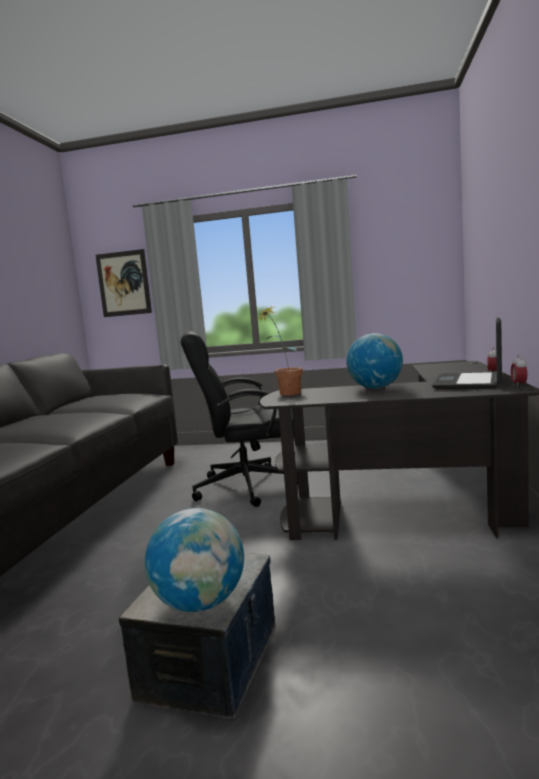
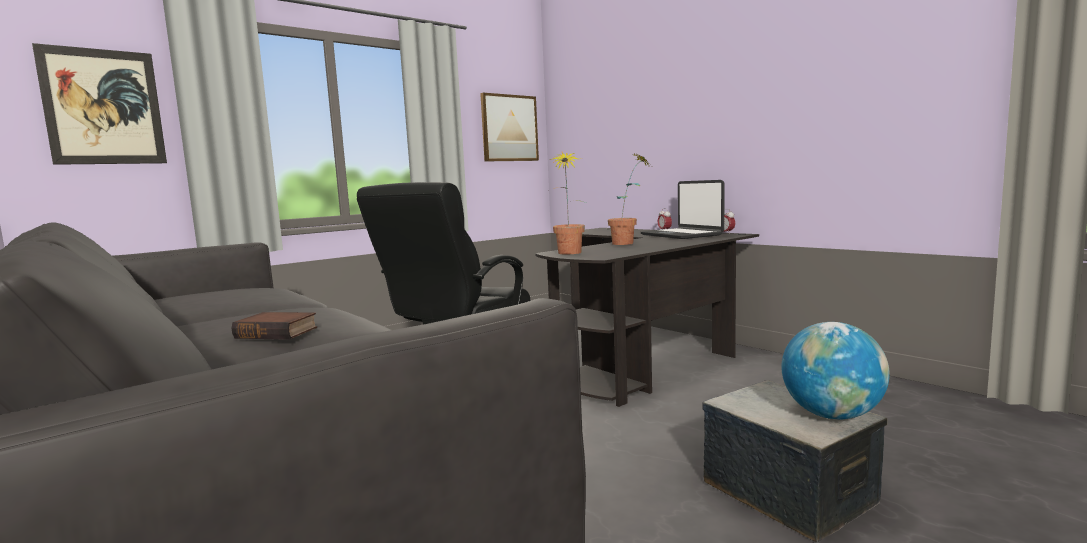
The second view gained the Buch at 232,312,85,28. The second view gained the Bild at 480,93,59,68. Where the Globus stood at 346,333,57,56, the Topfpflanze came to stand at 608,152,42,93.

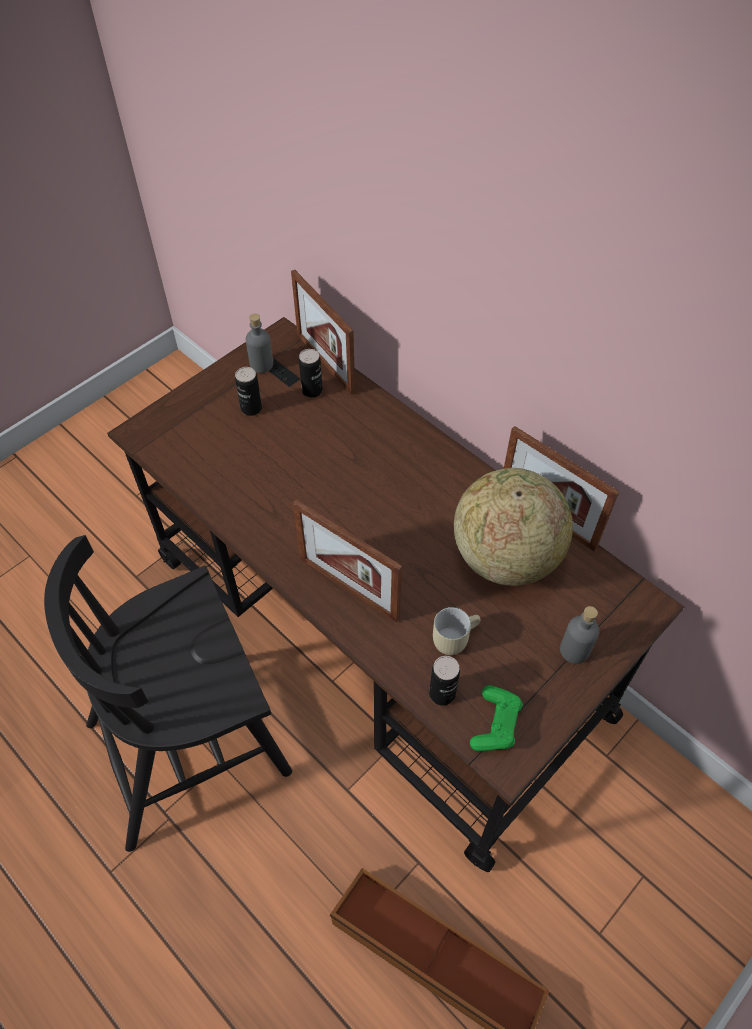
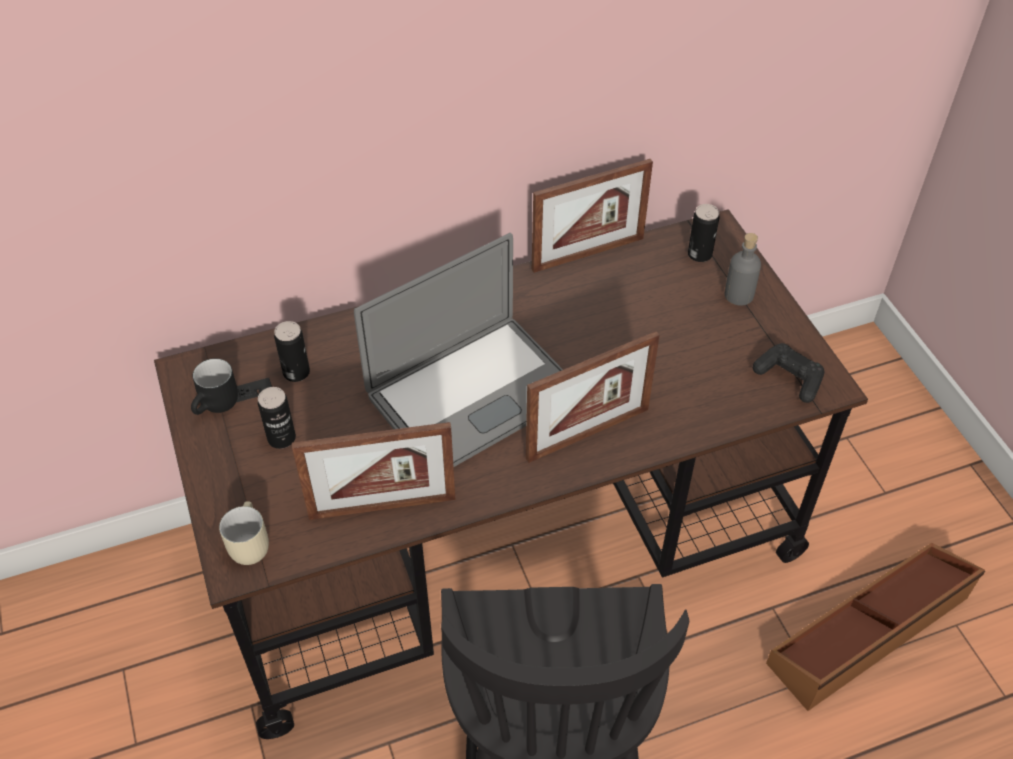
Where the Flasche (grau) stood at 246,314,27,59, the Henkelbecher (schwarz) came to stand at 191,359,47,56. The Henkelbecher (beige) ended up elsewhere, having gone from 433,607,48,48 to 219,501,50,64. The Bilderrahmen ended up elsewhere, having gone from 291,270,64,125 to 292,422,164,98. The second view gained the Laptop at 354,233,209,234. The Dose ended up elsewhere, having gone from 429,656,31,50 to 688,204,32,58. What was the Gamepad (grün) at 470,685,53,66 turned into the Gamepad (schwarz) at 753,343,71,60. The second view lost the Globus at 454,468,119,118.

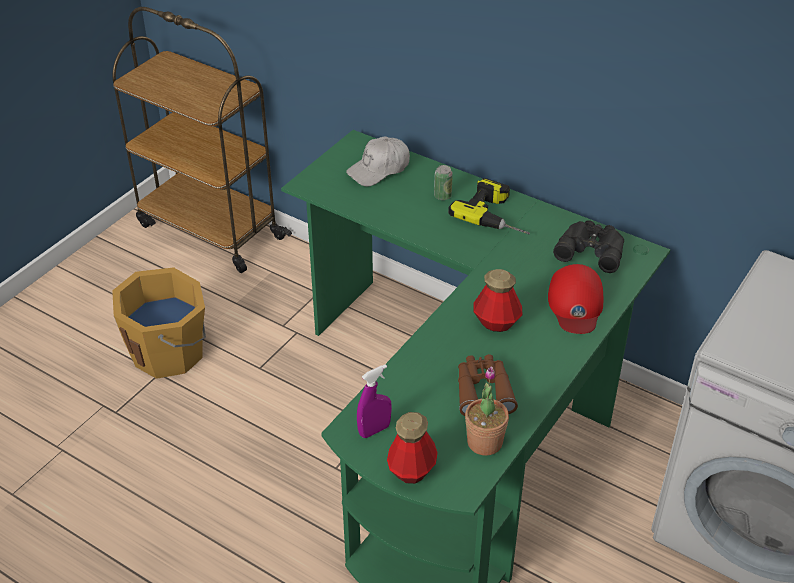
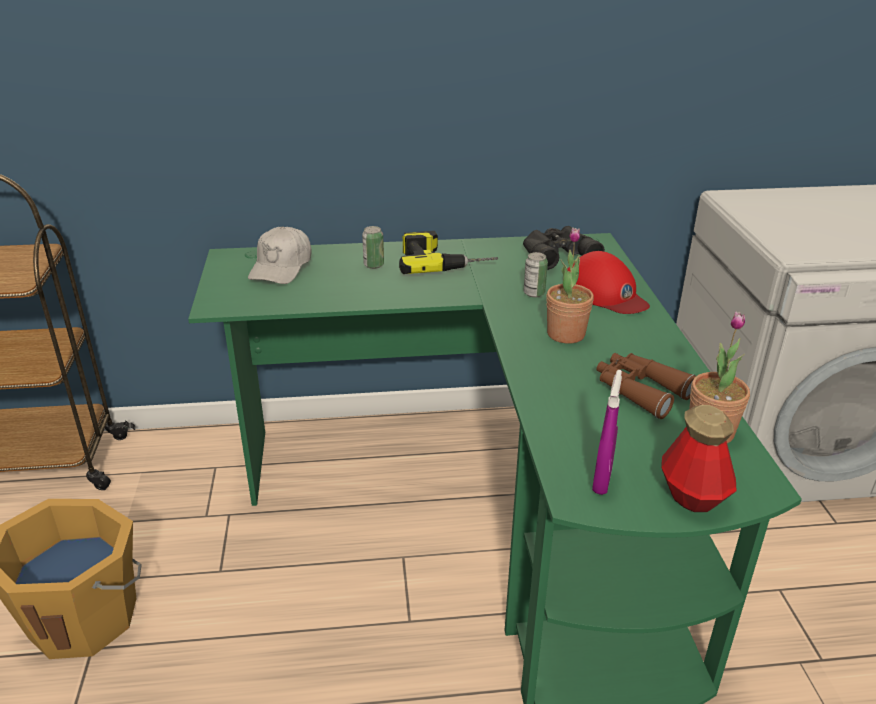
The second view gained the Dose at 523,252,25,46. Where the Flasche stood at 474,269,49,63, the Topfpflanze came to stand at 546,227,48,117.

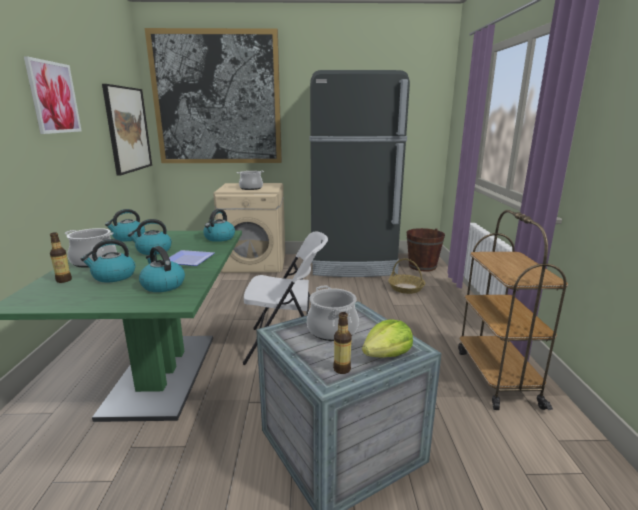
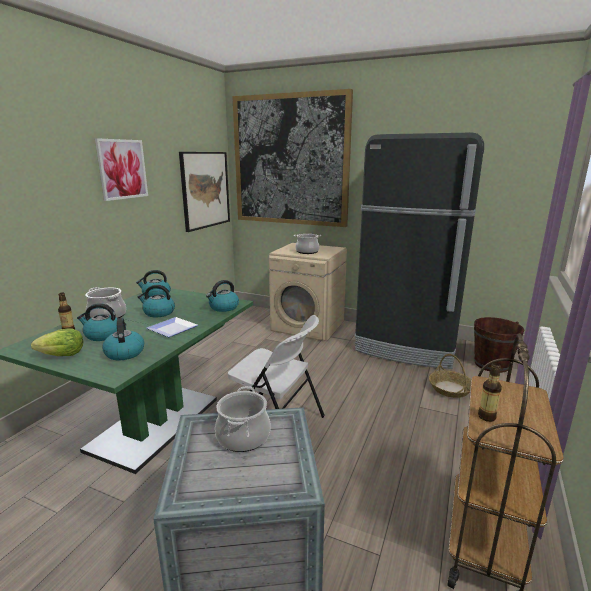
The Salatkopf ended up elsewhere, having gone from 362,319,51,39 to 31,329,52,27. The Flasche ended up elsewhere, having gone from 333,312,19,62 to 478,363,24,59.

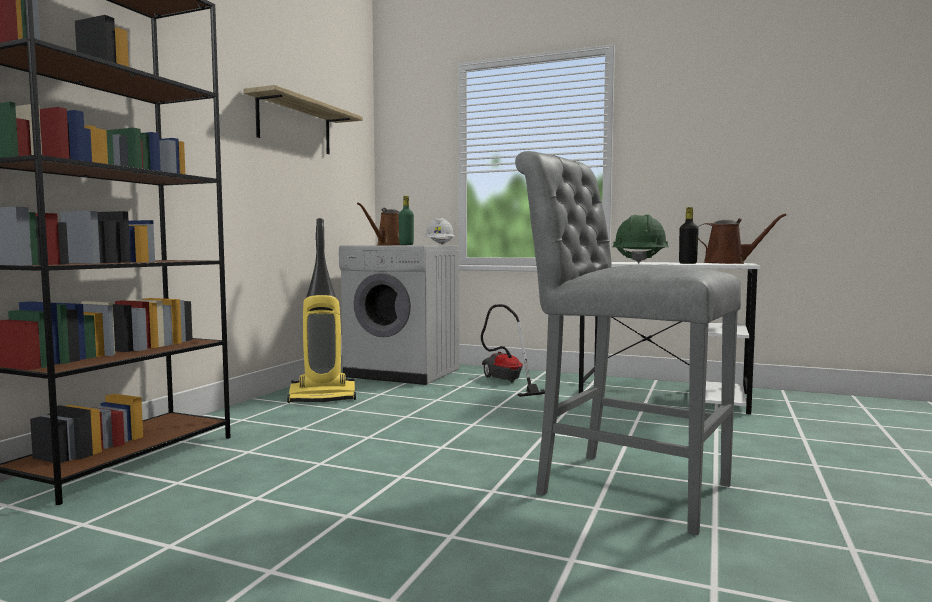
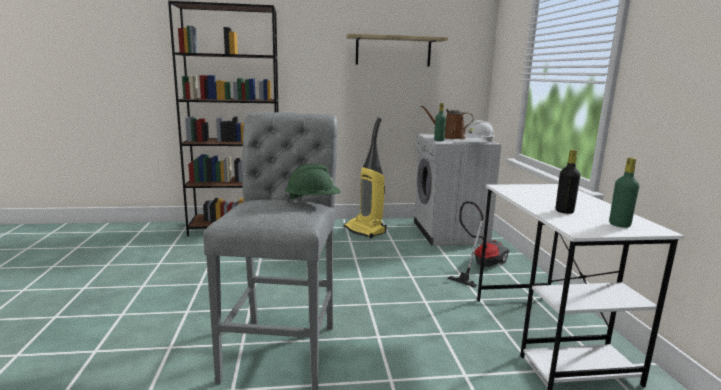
Where the Gießkanne (braun) stood at 698,213,88,51, the Flasche (grün) came to stand at 609,158,30,70.

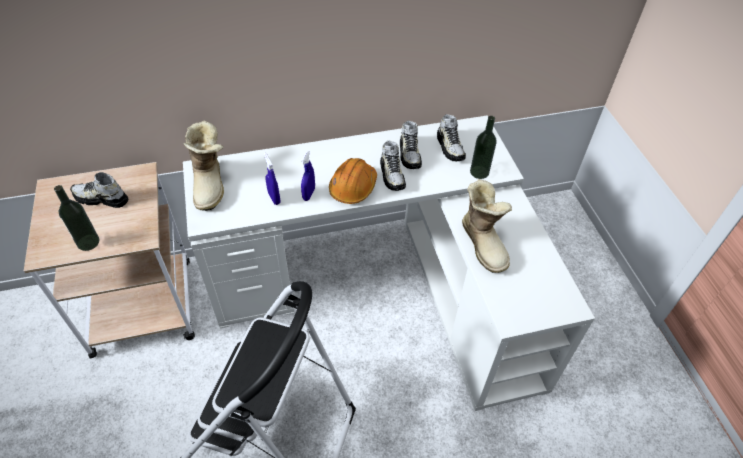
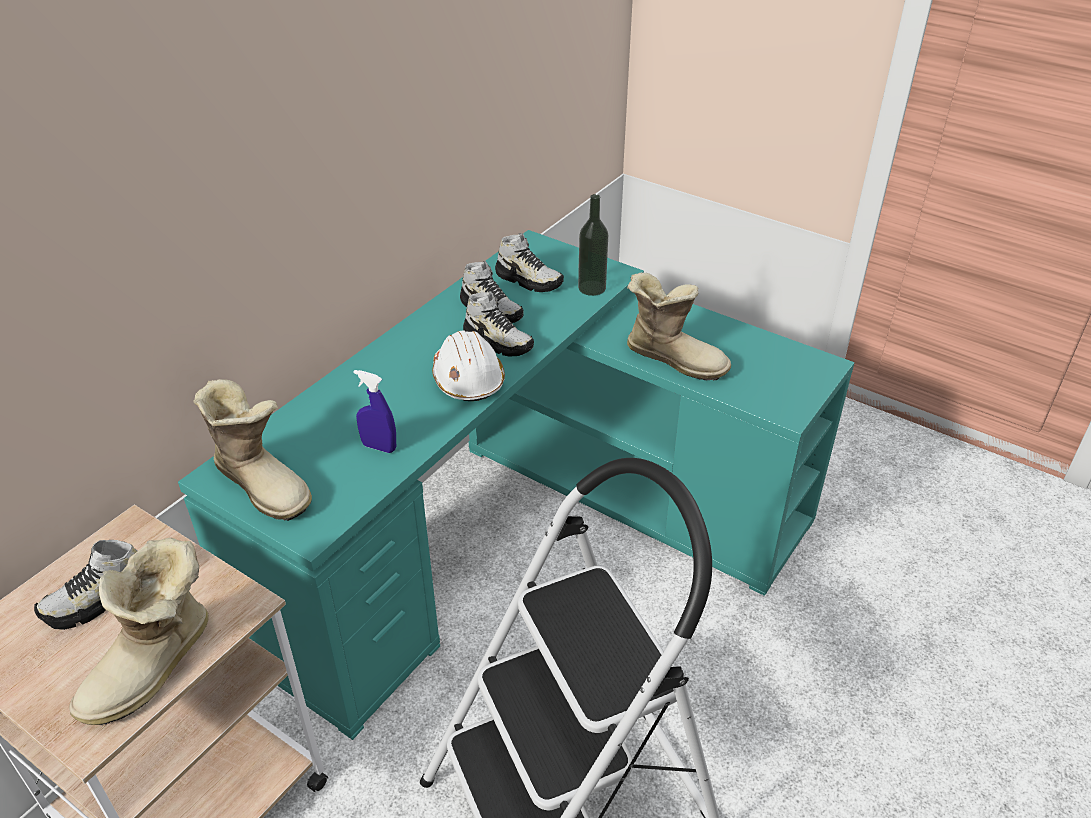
Where the Flasche stood at 54,185,45,66, the Stiefel came to stand at 69,538,140,187. What was the Schreibtisch (weiß) at 183,116,412,295 turned into the Schreibtisch (türkis) at 178,230,676,510. What was the Schutzhelm (orange) at 329,158,48,46 turned into the Schutzhelm (weiß) at 432,330,73,71. The second view lost the Sprühflasche (blau) at 301,151,14,50.

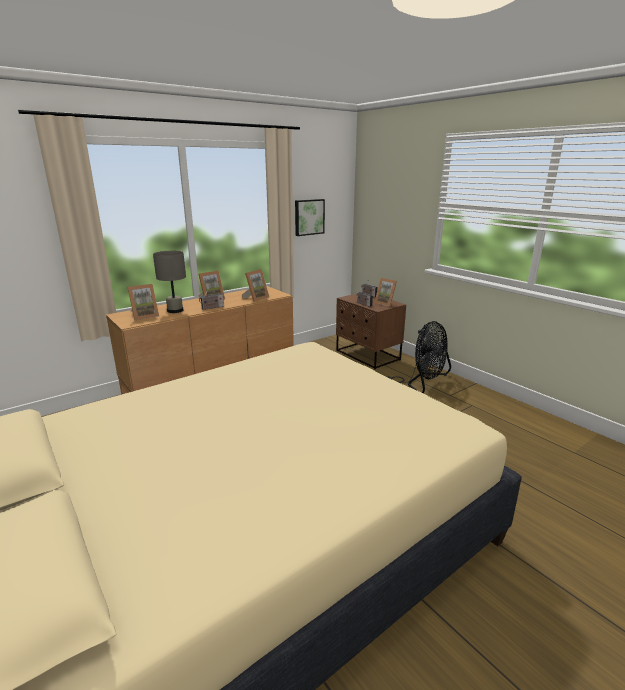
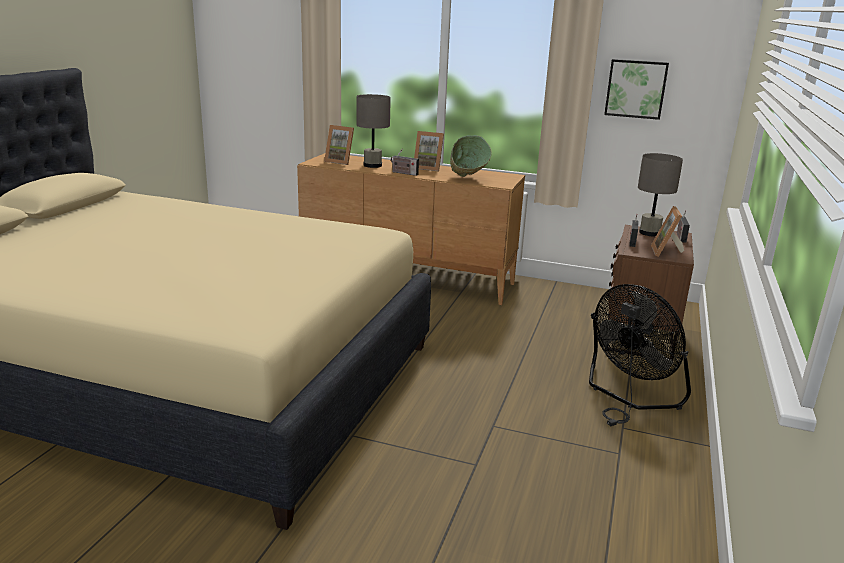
Where the Bilderrahmen stood at 242,269,27,33, the Schüssel (grün) came to stand at 450,135,41,42. The Ventilator (schwarz) at 386,321,65,72 ended up facing another way, 135 degrees counterclockwise from before. The second view gained the Tischlampe (grau) at 638,153,45,83.

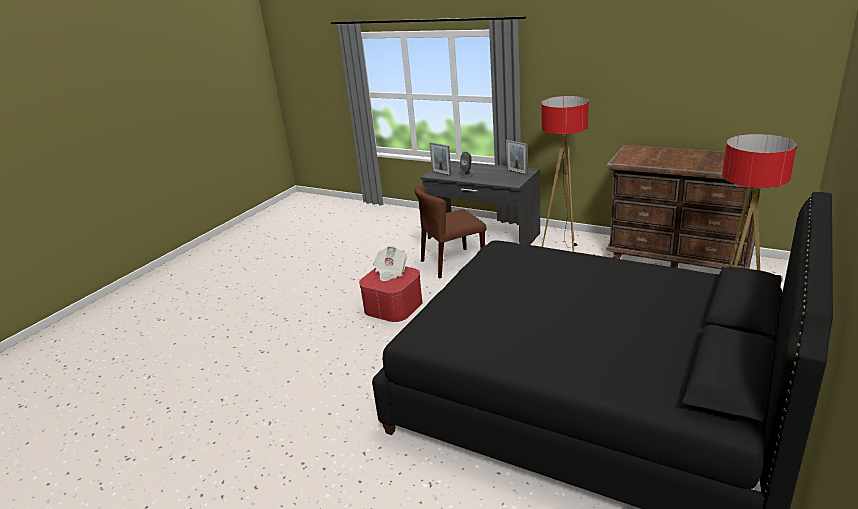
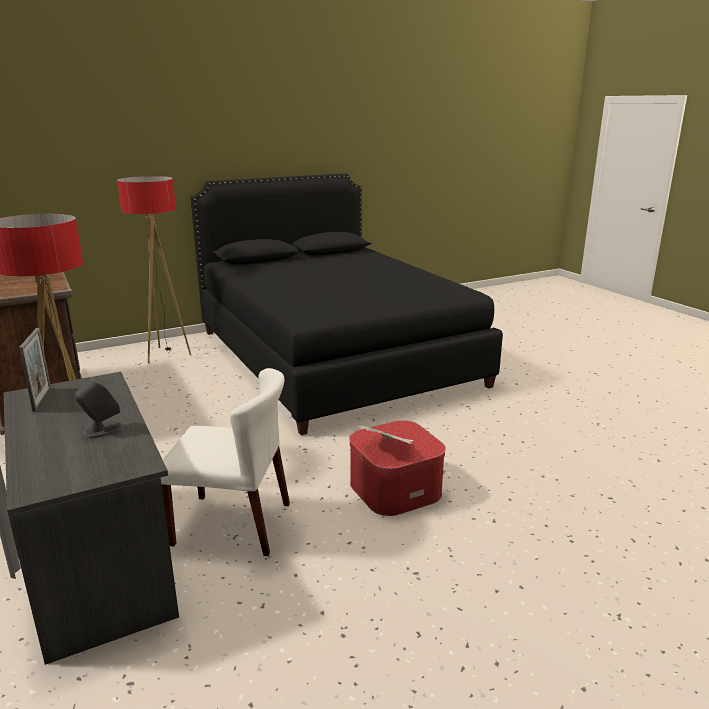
What was the Stuhl (braun) at 415,185,71,94 turned into the Stuhl (weiß) at 160,368,130,188. The second view lost the Bilderrahmen at 429,142,22,34.

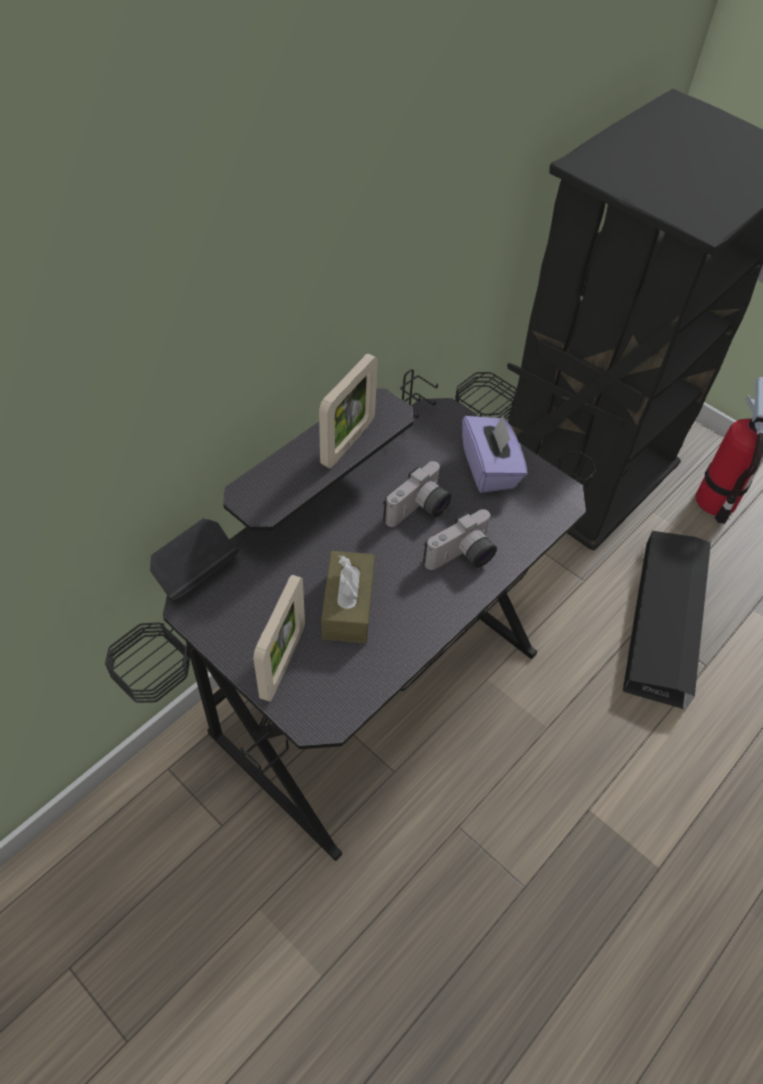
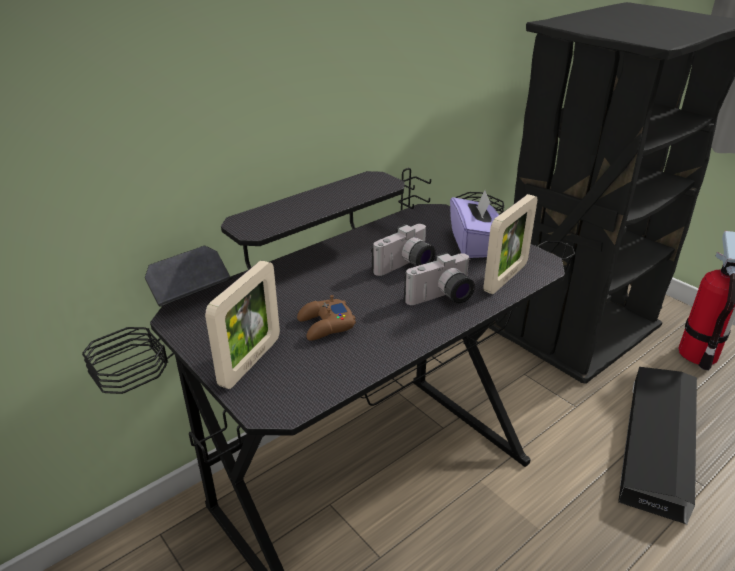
Where the Taschentuchbox (braun) stood at 321,551,54,92, the Gamepad (braun) came to stand at 297,295,59,46. The Bilderrahmen ended up elsewhere, having gone from 319,353,59,115 to 483,194,54,100.

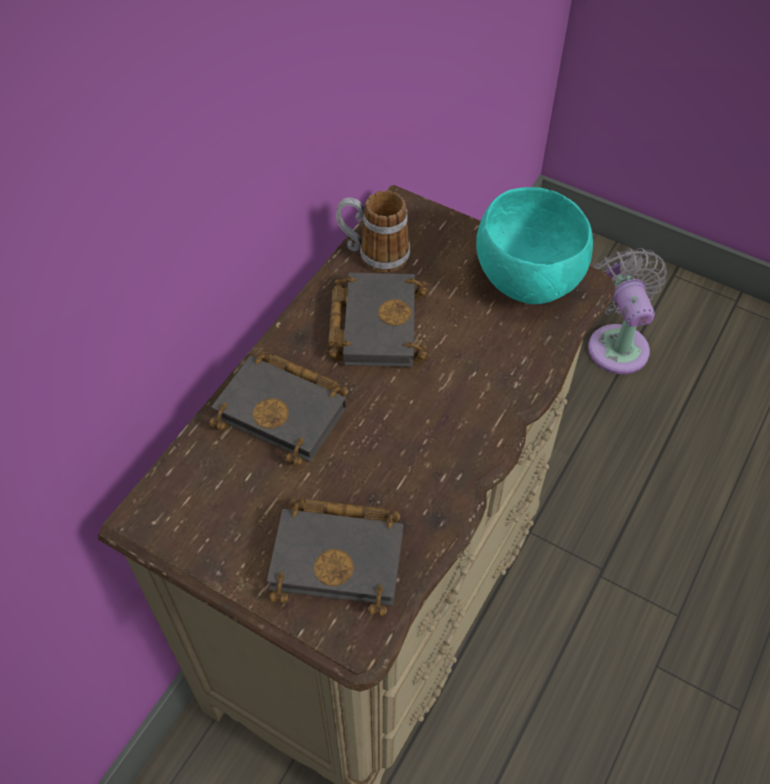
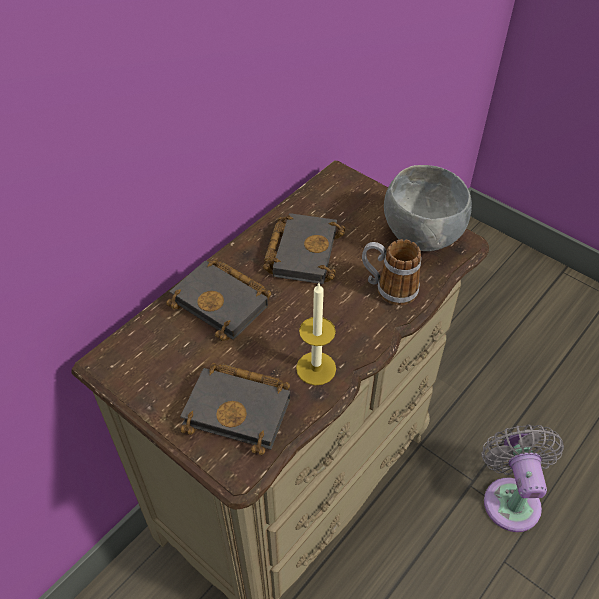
The second view gained the Kerze at 296,283,40,102. The Henkelbecher ended up elsewhere, having gone from 336,190,74,82 to 362,239,59,66. What was the Schüssel (türkis) at 476,187,117,117 turned into the Schüssel (grau) at 384,165,88,86. The Ventilator (grau) ended up elsewhere, having gone from 588,248,79,126 to 481,424,83,108.

